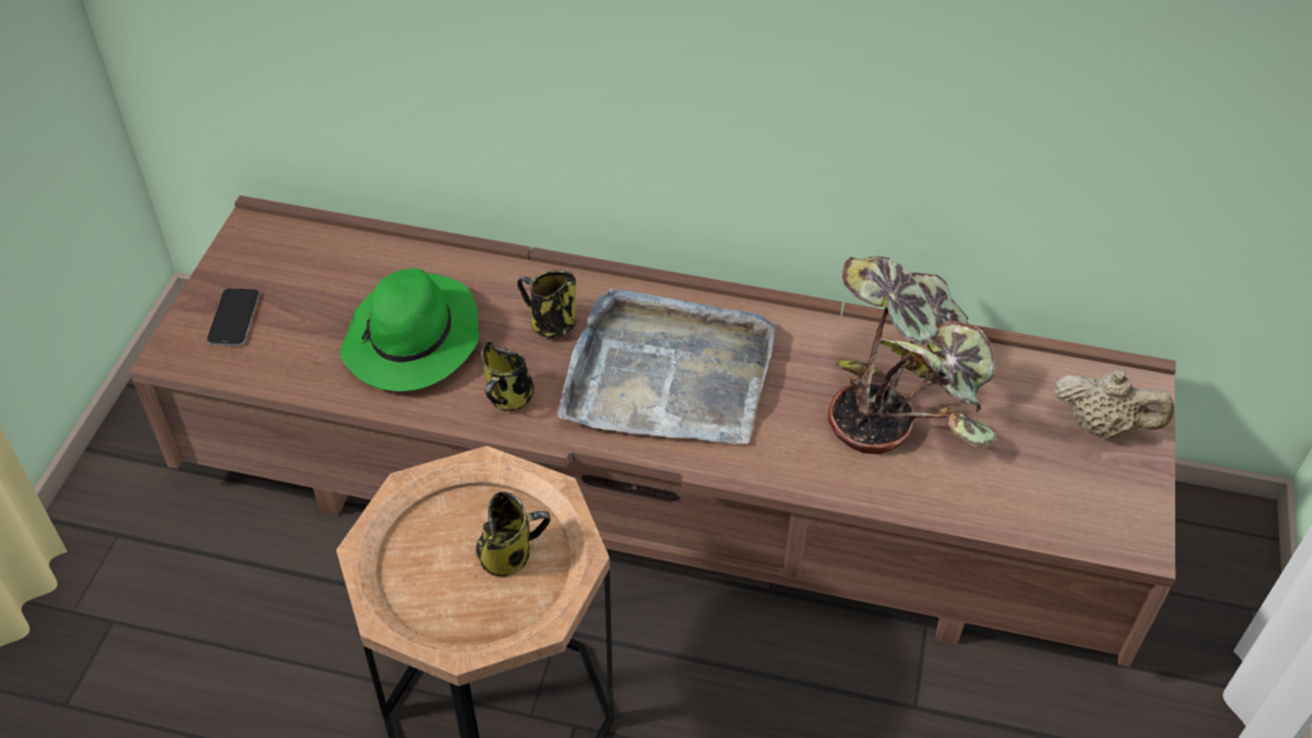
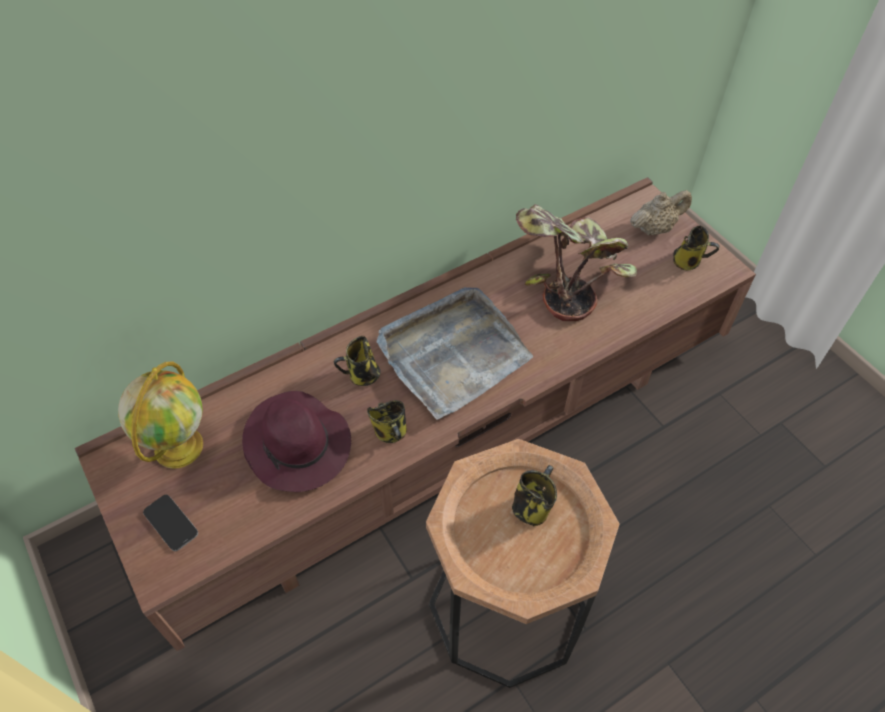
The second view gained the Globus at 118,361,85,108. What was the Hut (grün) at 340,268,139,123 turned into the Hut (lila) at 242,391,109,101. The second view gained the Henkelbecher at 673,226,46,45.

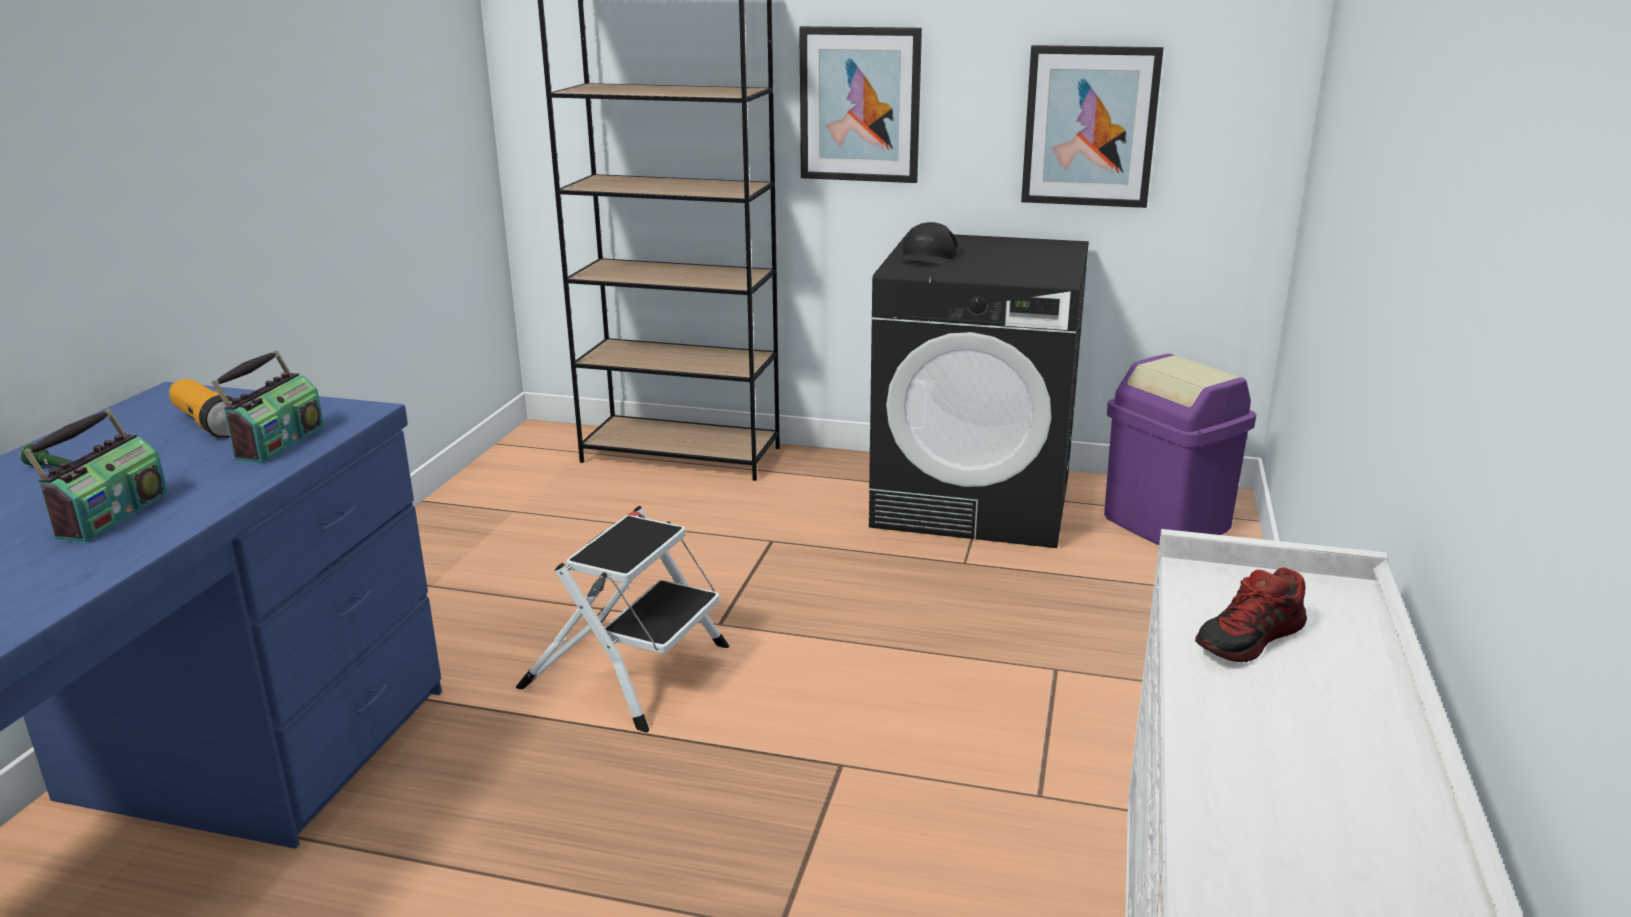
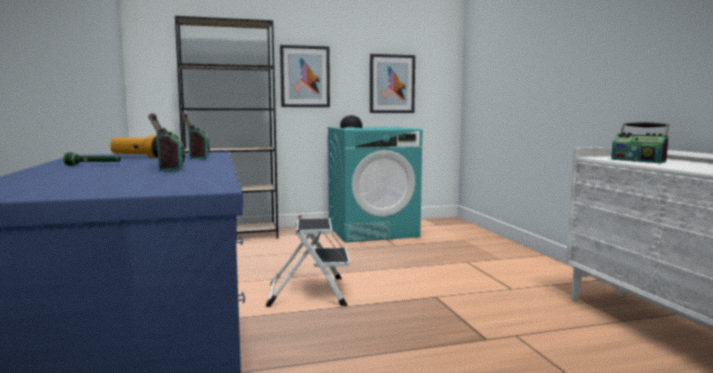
What was the Waschmaschine (schwarz) at 869,234,220,314 turned into the Waschmaschine (türkis) at 327,127,96,116. Where the Schuh stood at 1195,568,112,94, the Radio came to stand at 611,122,59,41. The second view lost the Mülleimer (lila) at 1104,354,152,191.

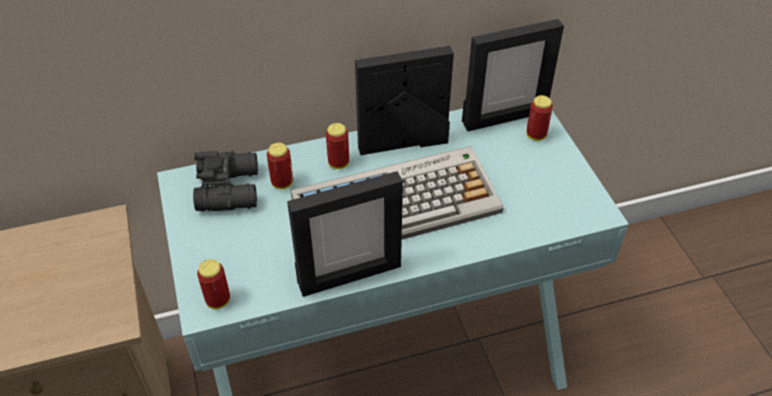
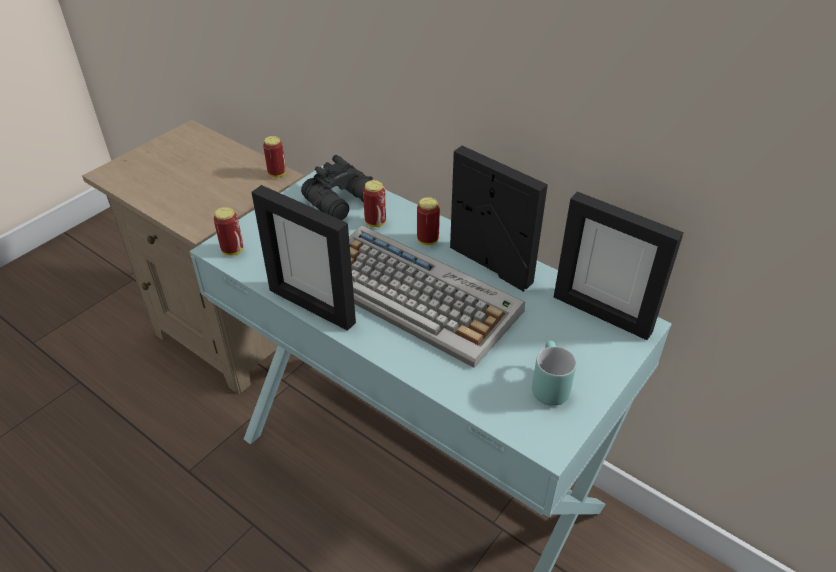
The Dose ended up elsewhere, having gone from 527,95,26,46 to 263,136,23,42. The second view gained the Henkelbecher (türkis) at 532,341,44,65.

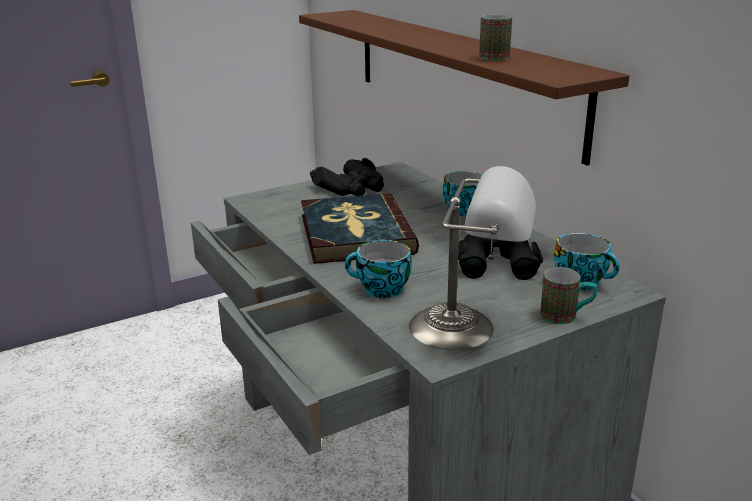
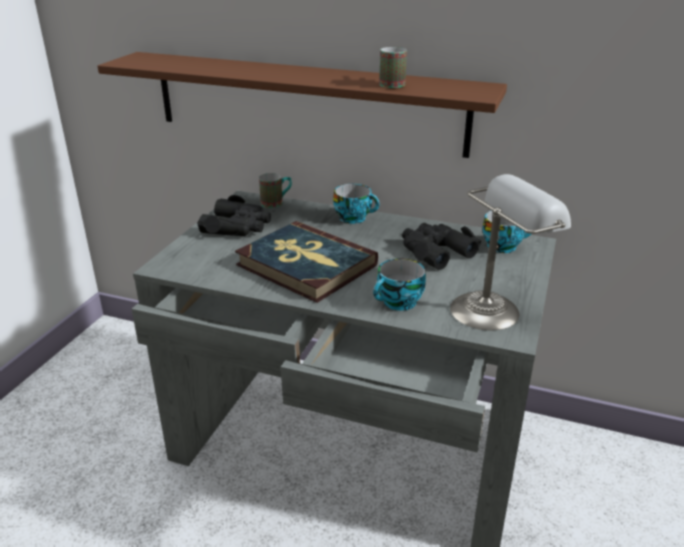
The Henkelbecher ended up elsewhere, having gone from 540,267,57,57 to 259,173,33,35.

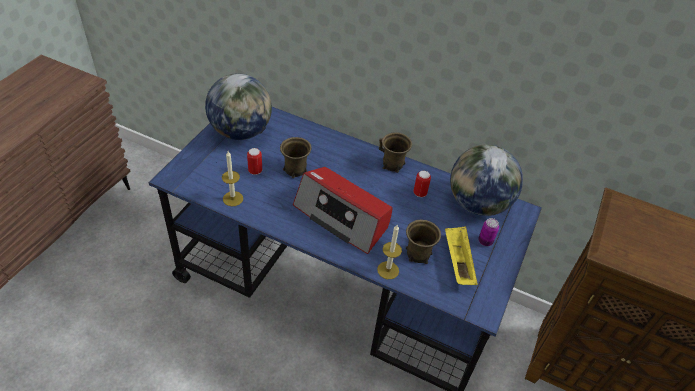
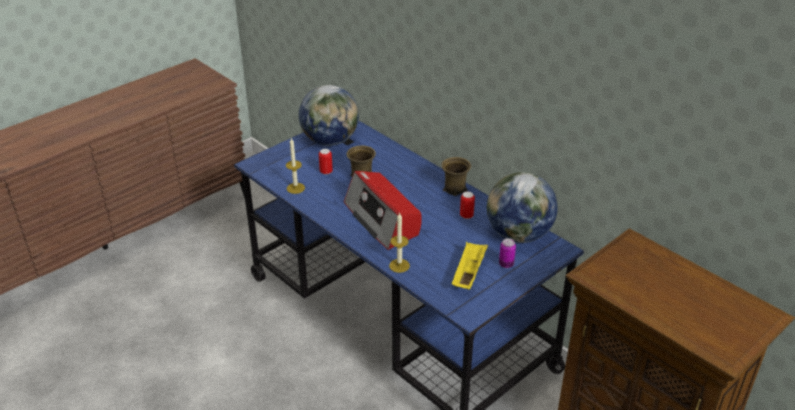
The second view lost the Henkelbecher (braun) at 406,220,35,44.

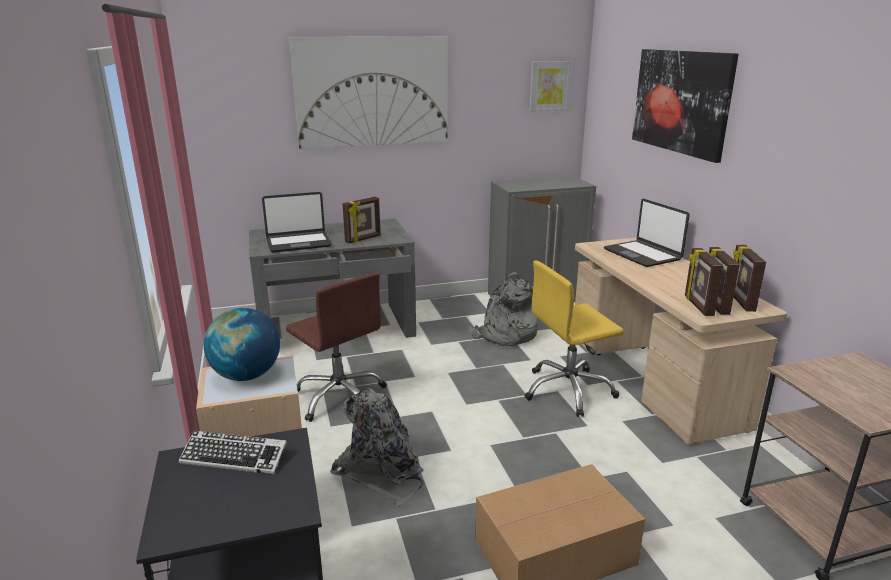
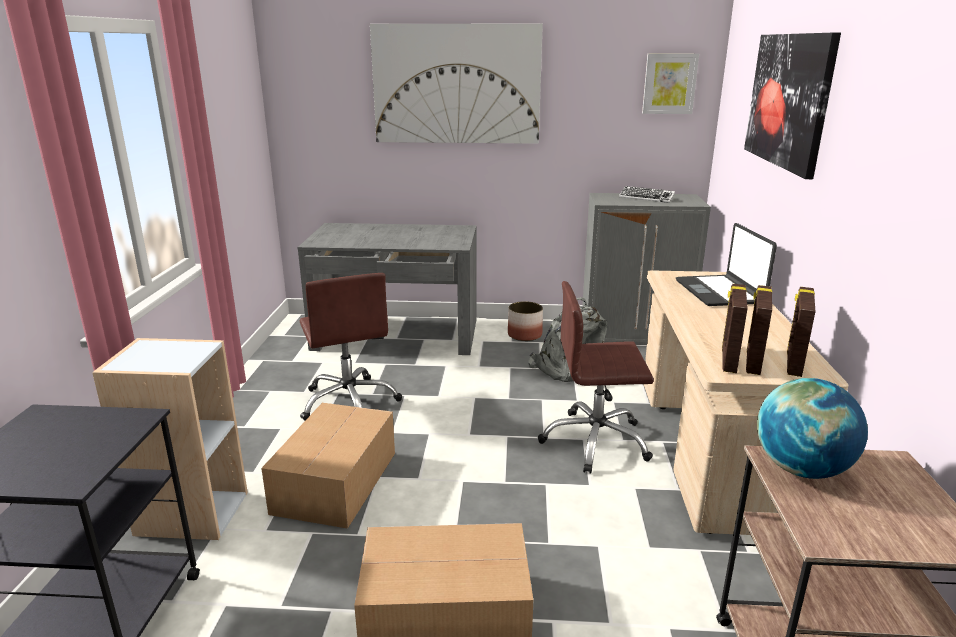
Where the Rucksack (grau) stood at 330,388,93,118, the Karton came to stand at 261,403,134,126. The second view gained the Pflanzkübel at 508,301,35,40. What was the Bürostuhl (gelb) at 524,260,100,157 turned into the Bürostuhl (braun) at 538,281,116,193. The Tastatur ended up elsewhere, having gone from 178,430,109,45 to 619,186,56,17. The Globus ended up elsewhere, having gone from 204,308,76,73 to 757,378,111,101. The second view lost the Laptop at 262,192,70,61. The second view lost the Bilderrahmen at 343,197,38,46.

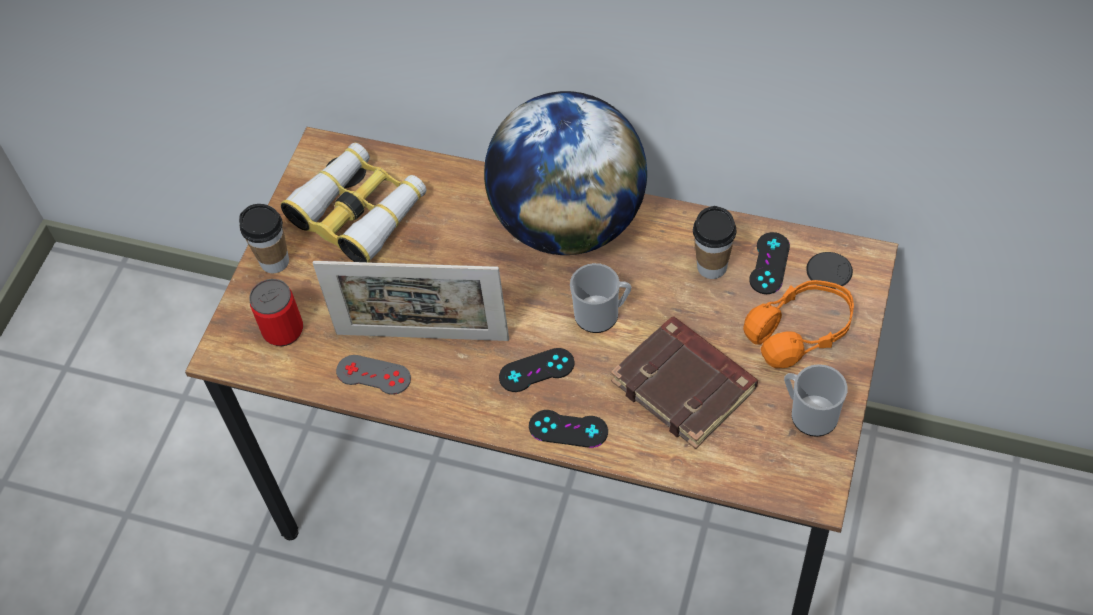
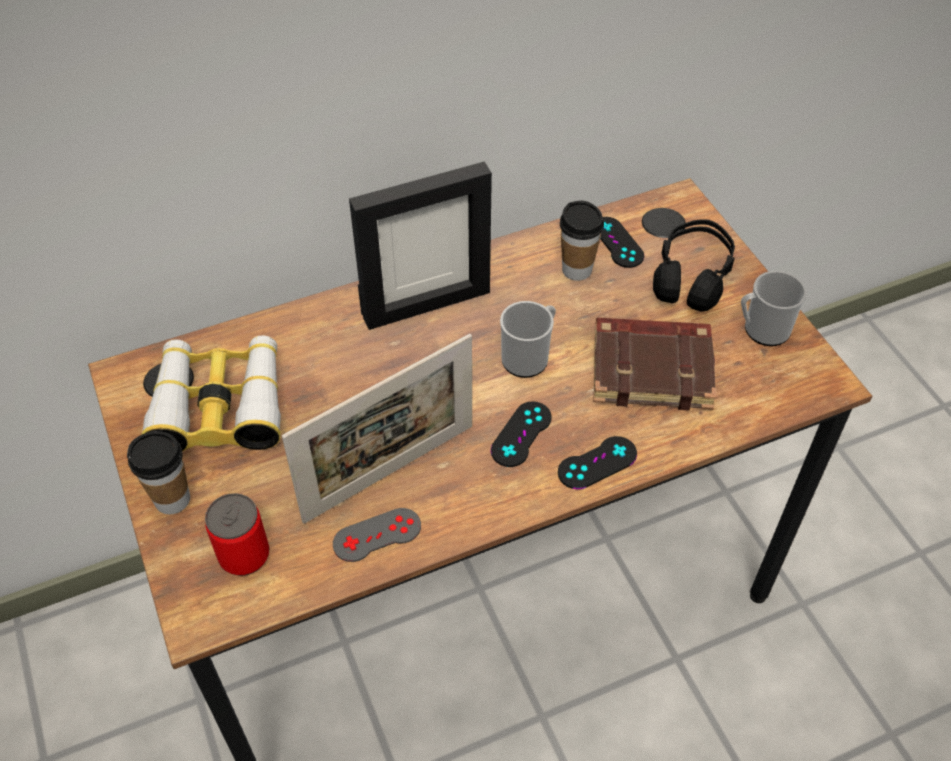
Where the Globus stood at 484,91,163,164, the Bilderrahmen came to stand at 349,162,143,168. What was the Kopfhörer (orange) at 743,280,111,88 turned into the Kopfhörer (schwarz) at 653,219,82,93.

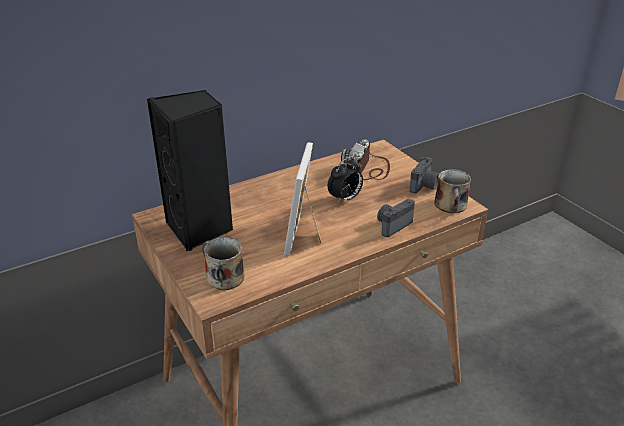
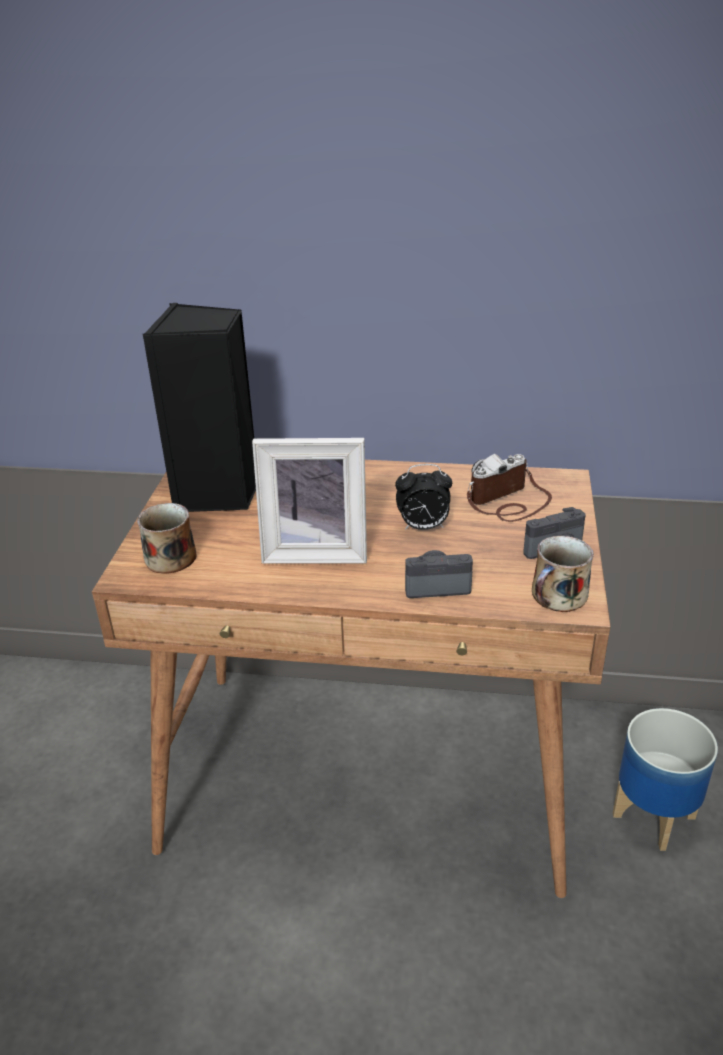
The Bilderrahmen at 284,142,37,114 ended up facing another way, 135 degrees counterclockwise from before. The second view gained the Pflanzkübel at 613,708,105,143.

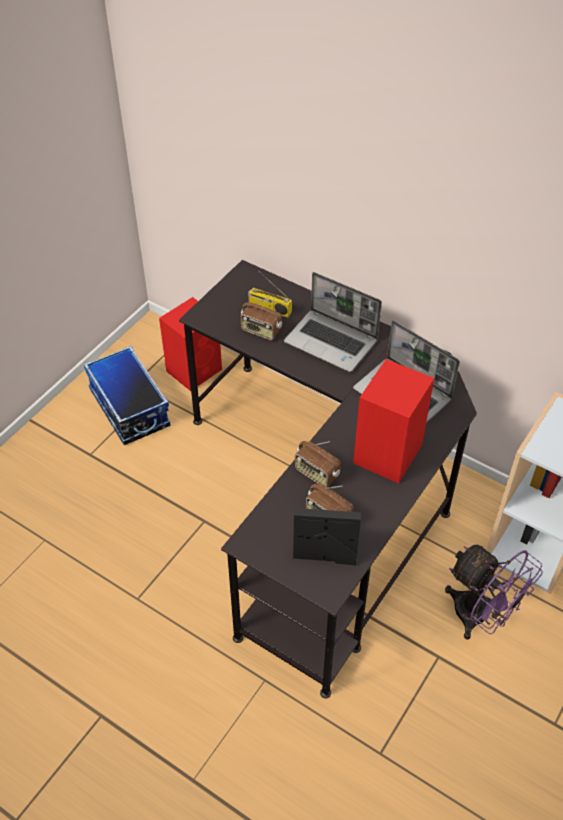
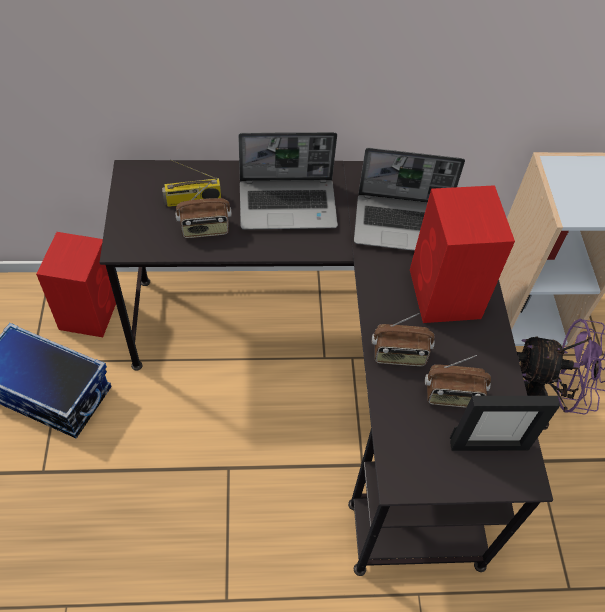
The Bilderrahmen at 293,508,68,58 ended up facing another way, 150 degrees counterclockwise from before.

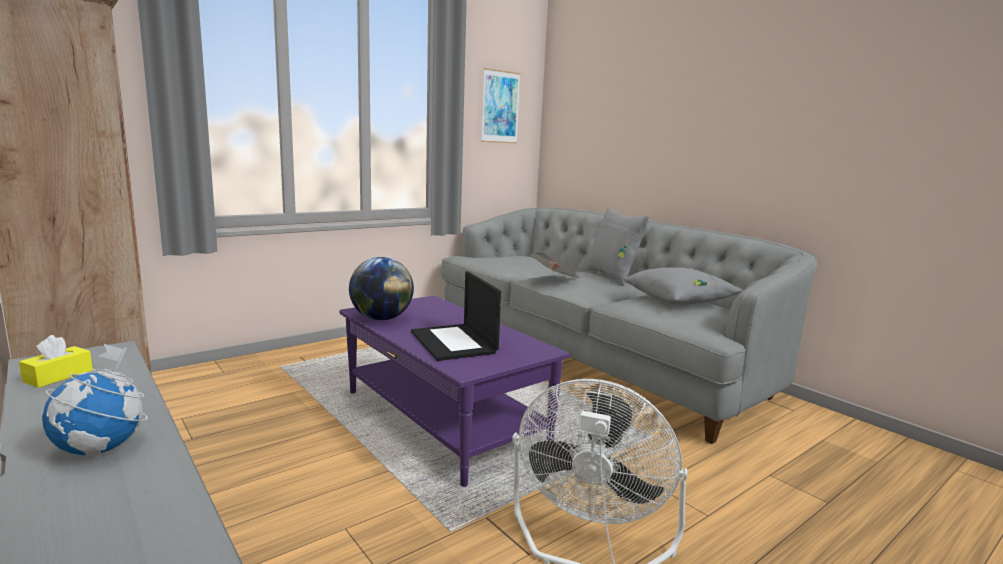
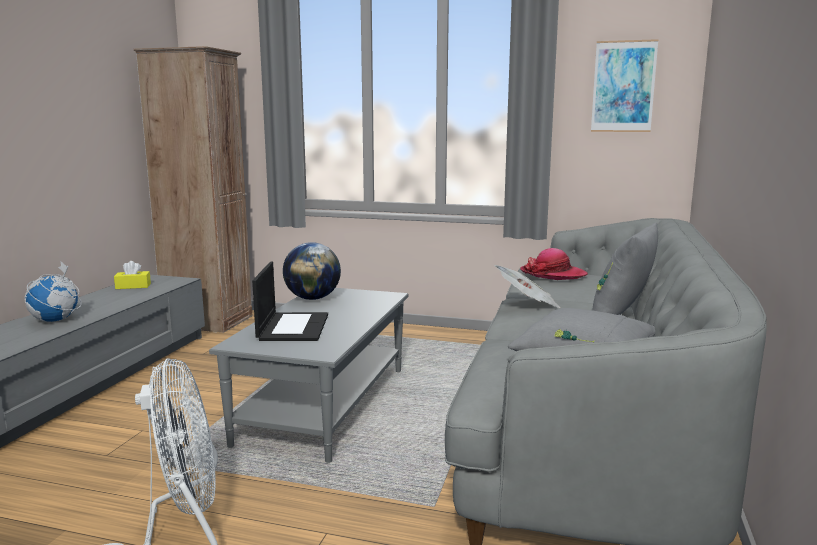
What was the Couchtisch (lila) at 339,296,231,191 turned into the Couchtisch (grau) at 209,288,200,175. The Laptop at 411,271,90,90 ended up facing another way, 150 degrees clockwise from before. The second view gained the Hut at 520,248,68,32.

